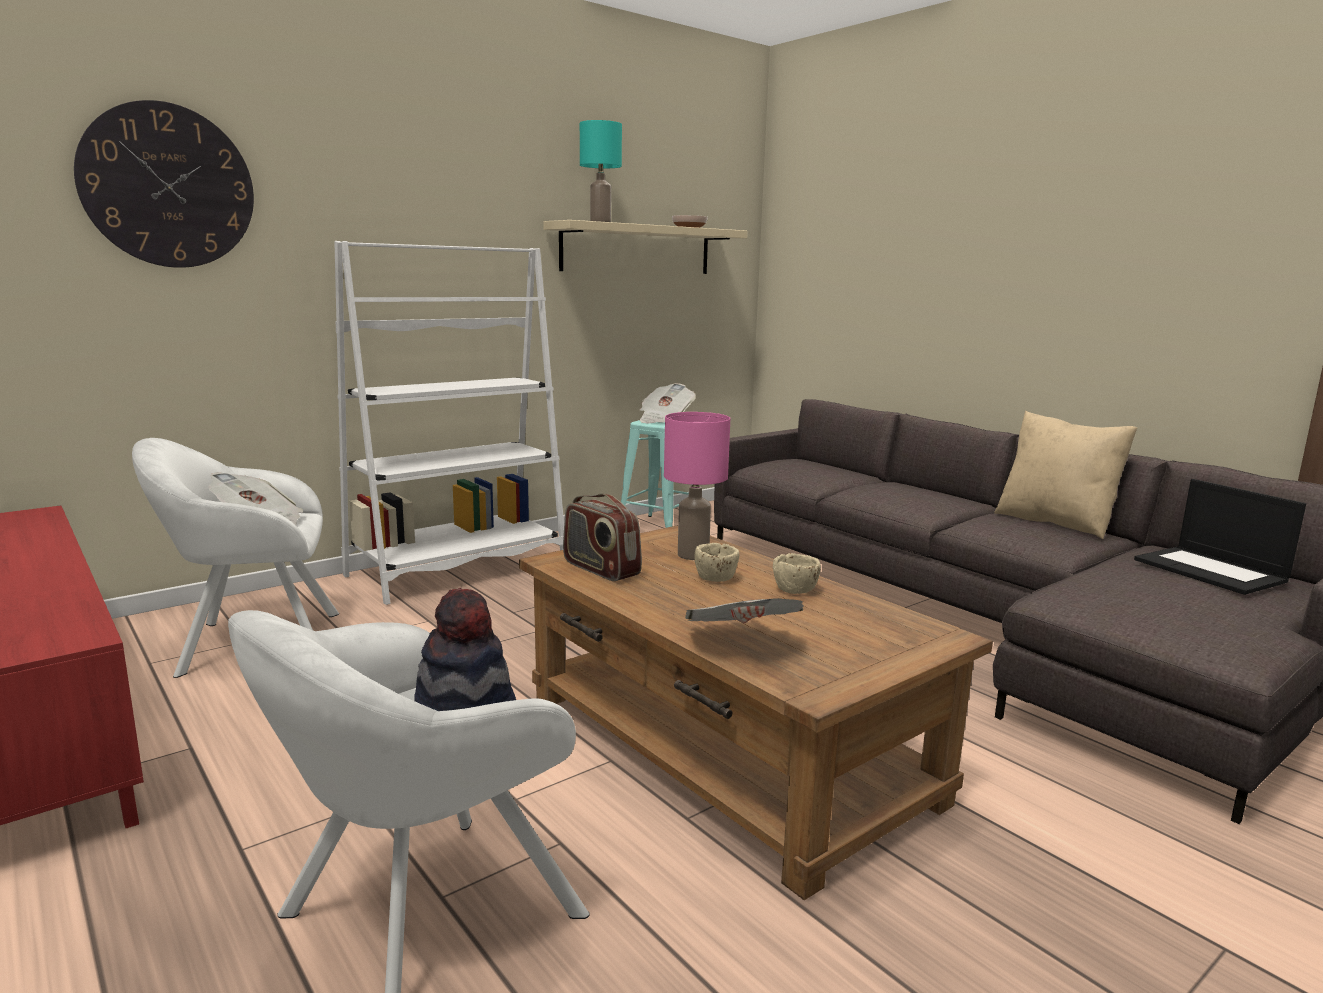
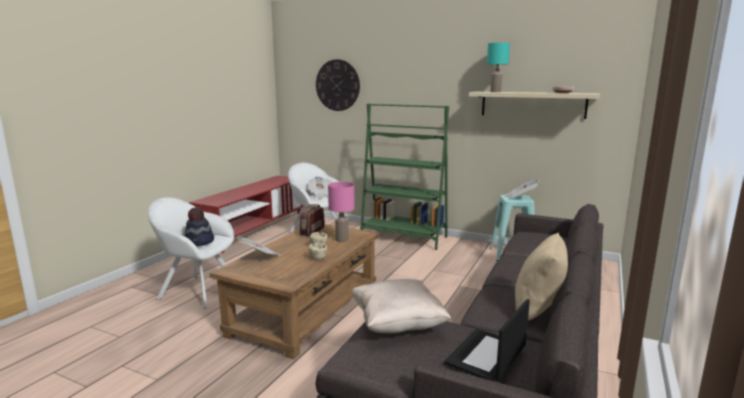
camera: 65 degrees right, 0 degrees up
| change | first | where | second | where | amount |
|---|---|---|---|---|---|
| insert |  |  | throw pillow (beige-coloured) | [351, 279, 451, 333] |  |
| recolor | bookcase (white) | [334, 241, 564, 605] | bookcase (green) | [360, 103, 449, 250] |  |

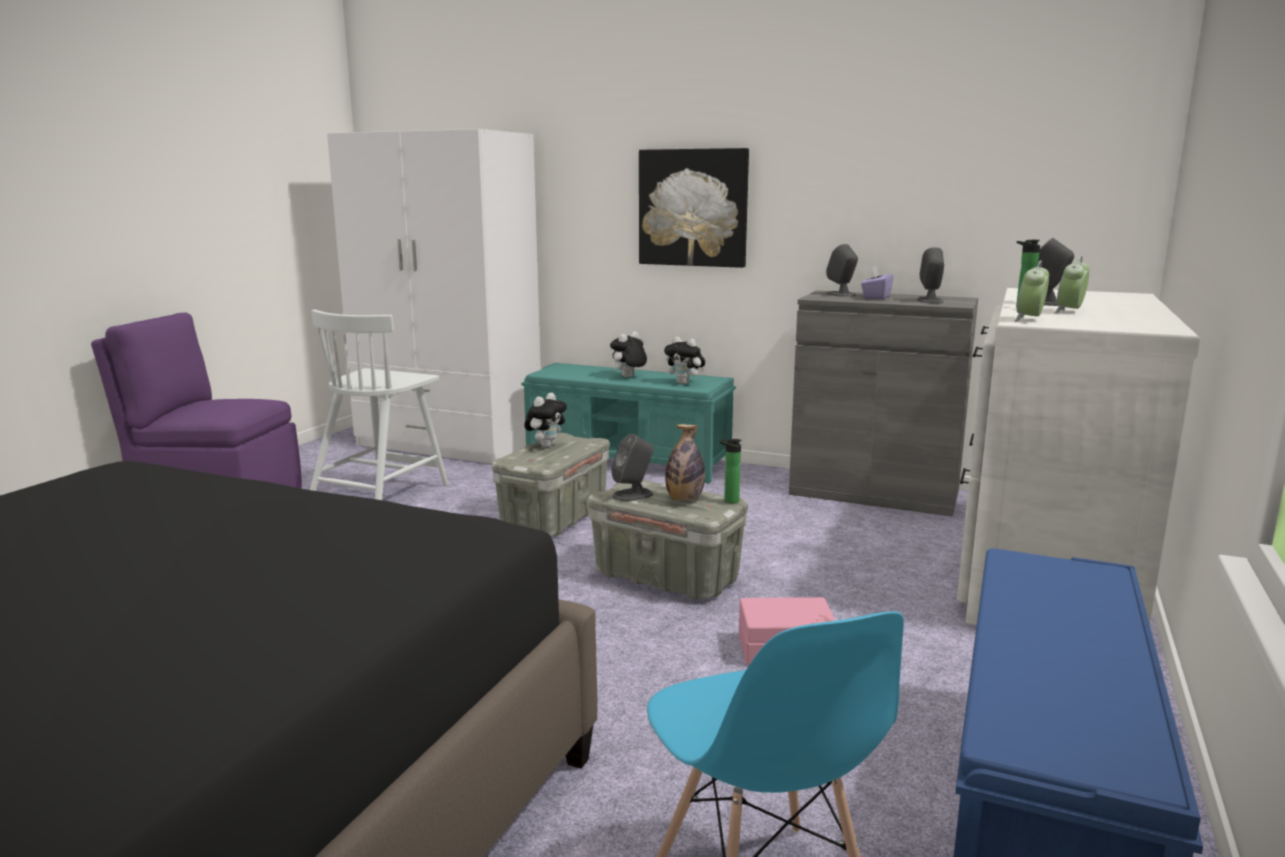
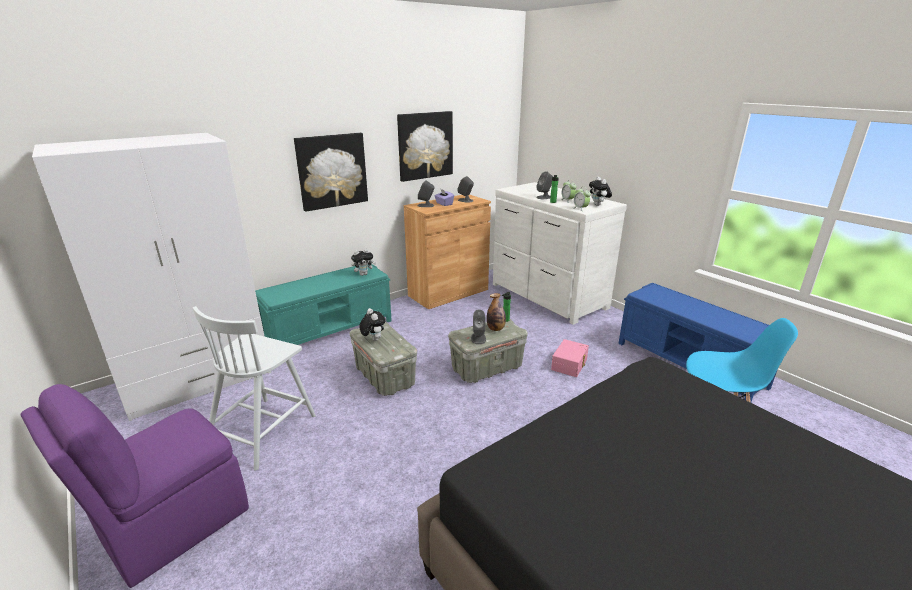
camera: 60 degrees left, 10 degrees up
| change | first | where | second | where | amount |
|---|---|---|---|---|---|
| insert |  |  | picture | [397, 111, 453, 182] |  |
| move | cuddly toy | [610, 331, 647, 377] |  | [589, 177, 612, 206] |  |
| recolor | storage cabinet (gray) | [789, 290, 978, 517] | storage cabinet (brown) | [404, 195, 491, 309] |  |
| rotate | plain chair (white) | [310, 309, 449, 500] |  | [193, 306, 316, 470] | 60 degrees clockwise |

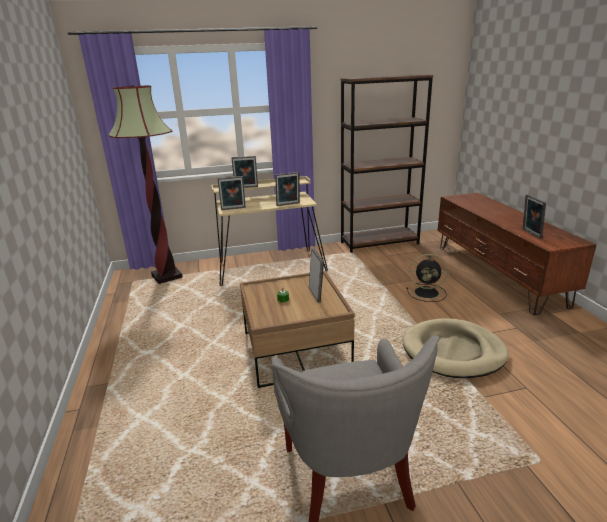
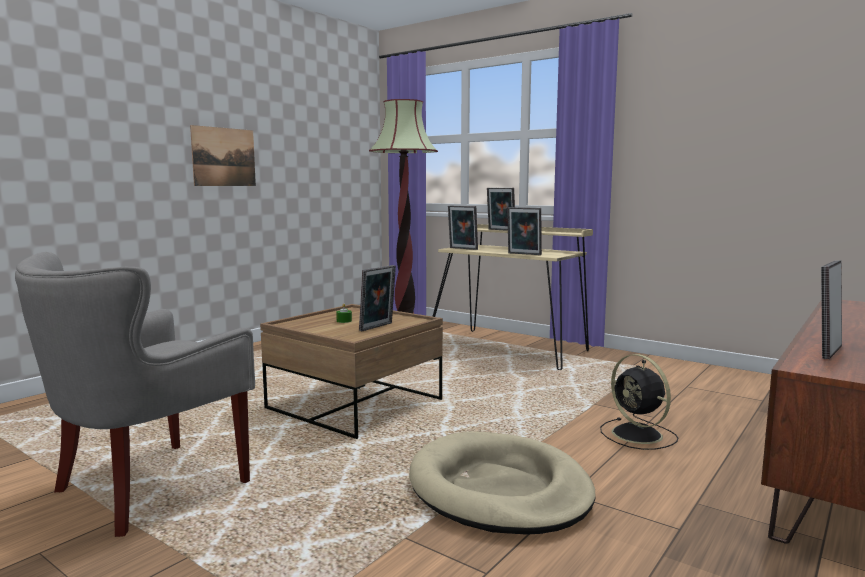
camera: 50 degrees right, 15 degrees down
| change | first | where | second | where | amount |
|---|---|---|---|---|---|
| delete | bookcase (brown) | [340, 74, 433, 253] |  |  |  |
| insert |  |  | picture | [190, 125, 256, 186] |  |

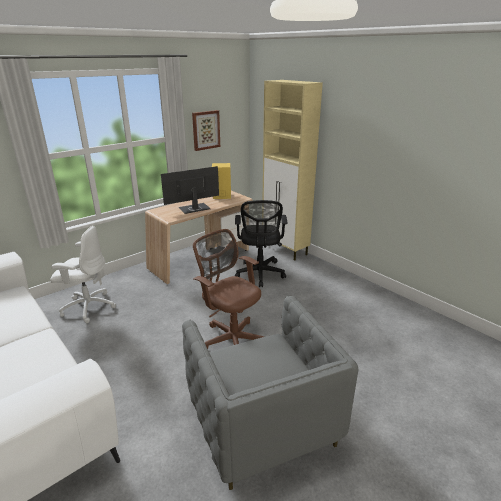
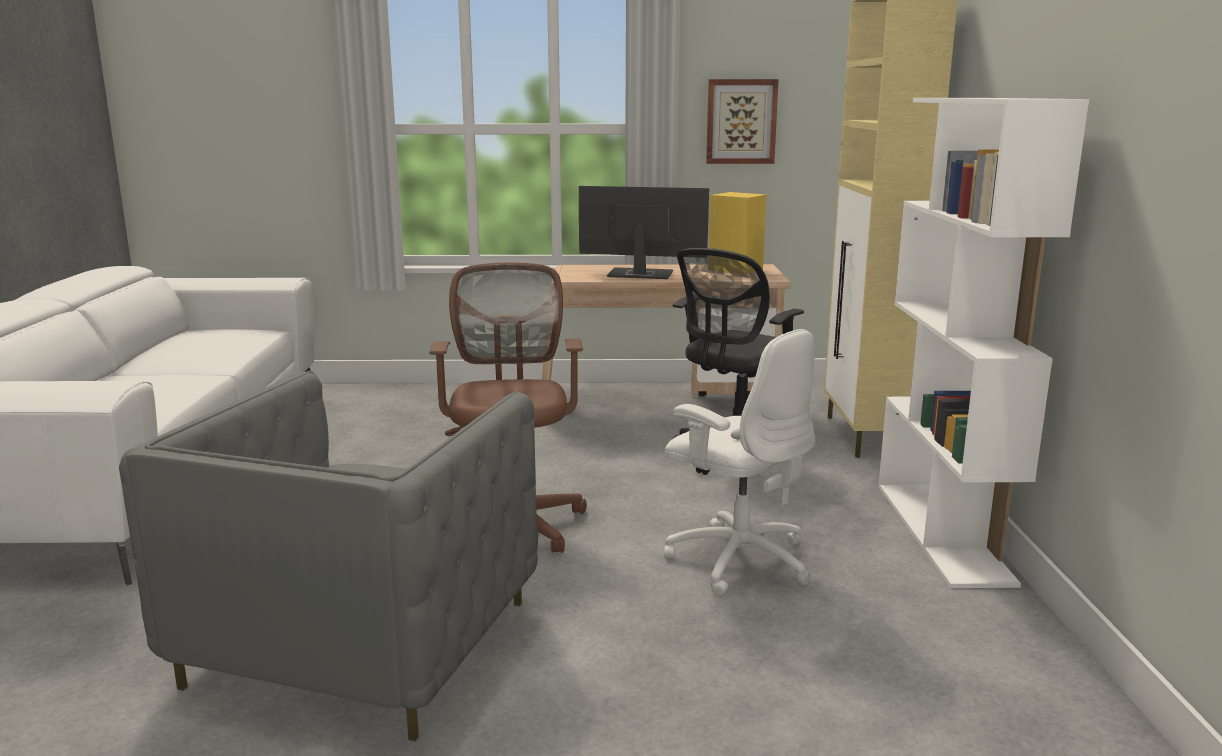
camera: 40 degrees right, 10 degrees down
| change | first | where | second | where | amount |
|---|---|---|---|---|---|
| insert |  |  | bookcase (white) | [878, 98, 1089, 588] |  |
| move | computer chair (white) | [50, 226, 116, 323] |  | [664, 329, 815, 596] |  |

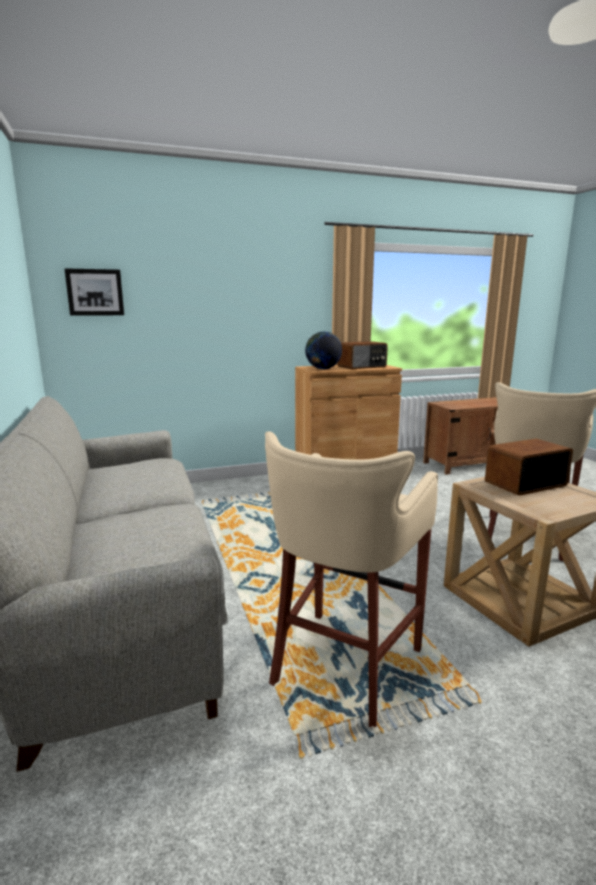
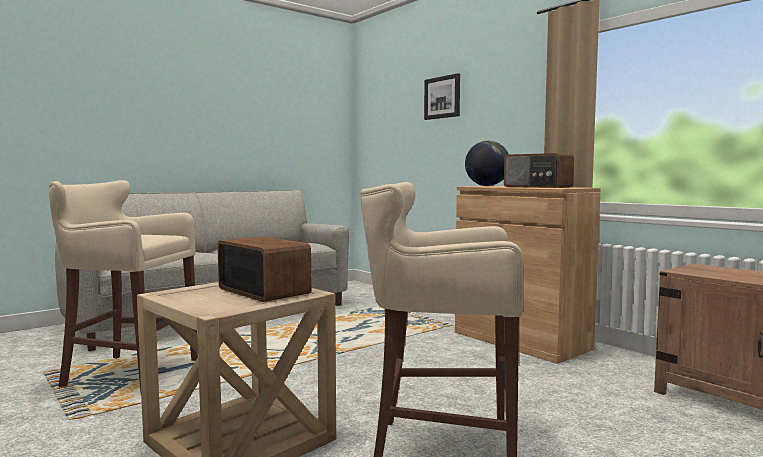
camera: 70 degrees right, 10 degrees down
| change | first | where | second | where | amount |
|---|---|---|---|---|---|
| move | picture | [64, 268, 124, 316] |  | [424, 73, 460, 120] |  |

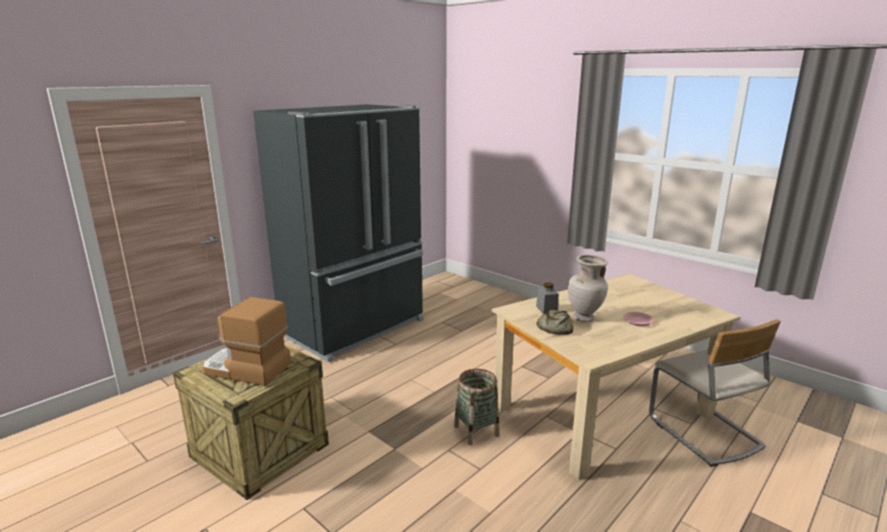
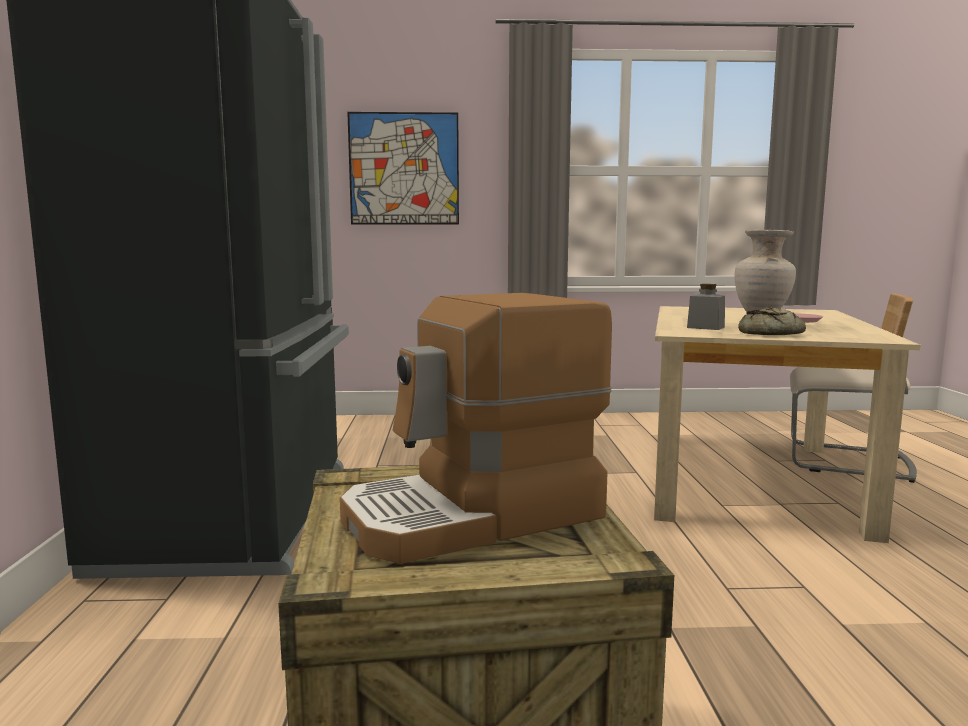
camera: 45 degrees left, 10 degrees down
| change | first | where | second | where | amount |
|---|---|---|---|---|---|
| delete | basket | [454, 369, 500, 445] |  |  |  |
| insert |  |  | picture | [347, 112, 459, 225] |  |

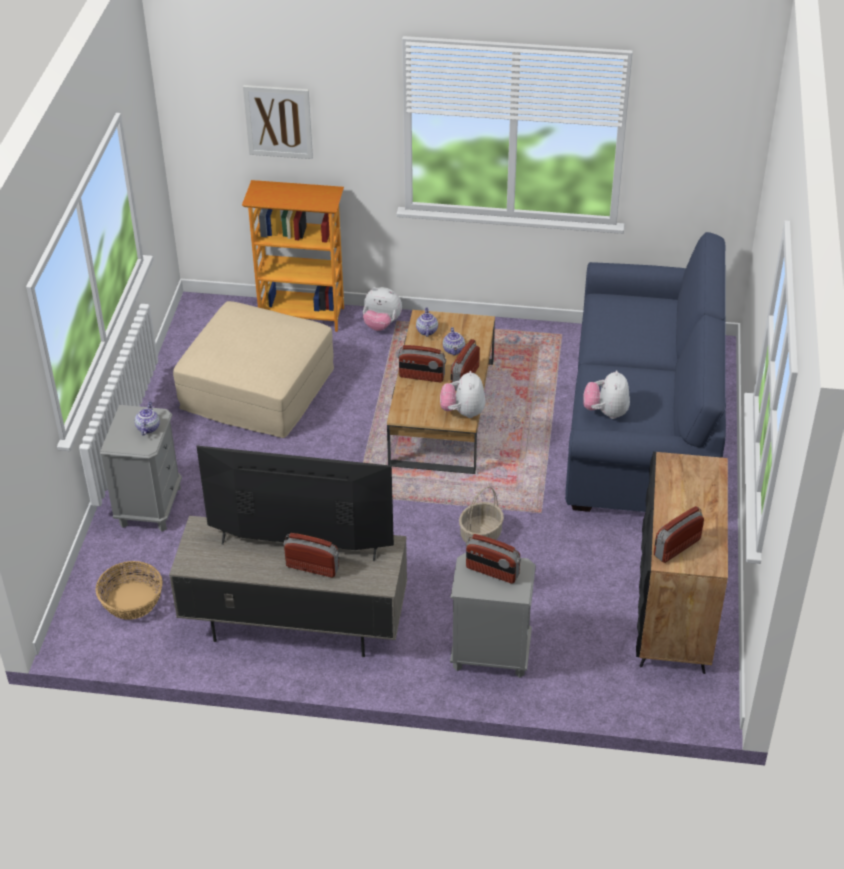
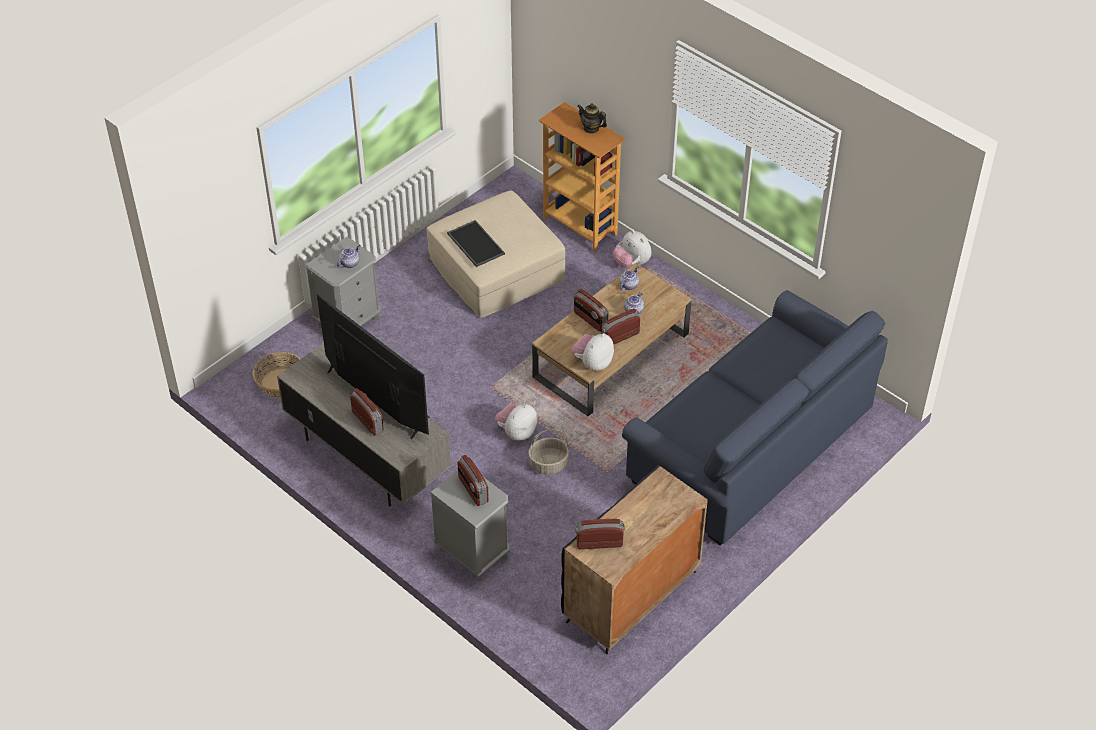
camera: 35 degrees right, 5 degrees up
| change | first | where | second | where | amount |
|---|---|---|---|---|---|
| delete | picture | [243, 85, 313, 159] |  |  |  |
| insert |  |  | serving tray | [447, 220, 505, 267] |  |
| insert |  |  | tea pot | [578, 103, 607, 134] |  |
| move | cuddly toy | [583, 370, 630, 419] |  | [495, 403, 537, 441] |  |

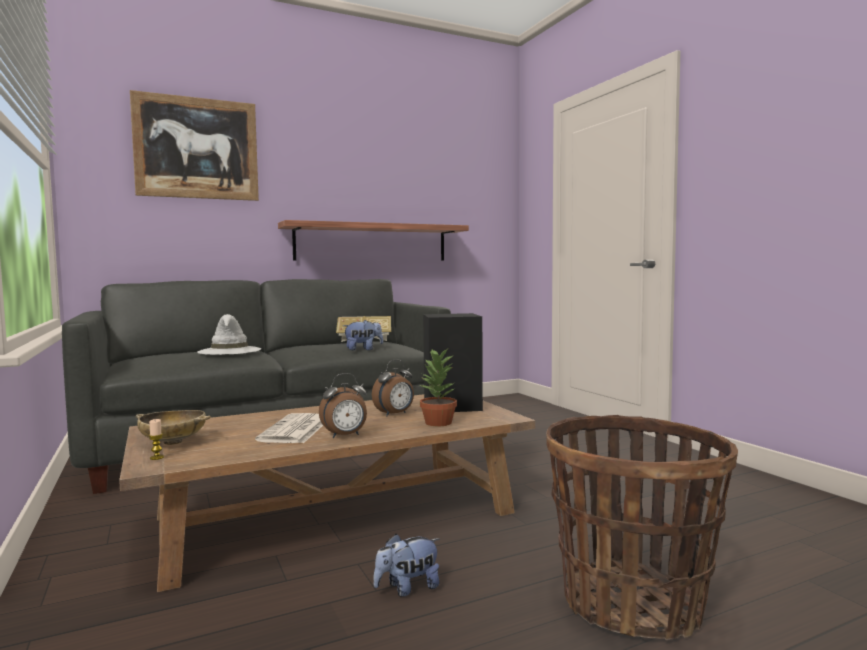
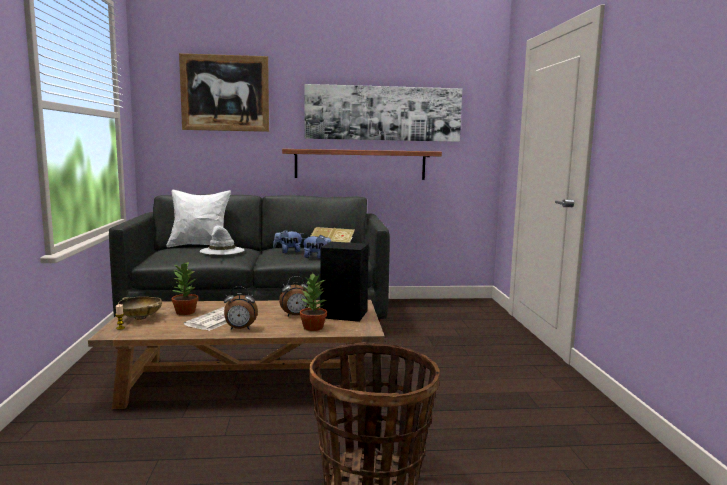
camera: 20 degrees right, 5 degrees up
| change | first | where | second | where | amount |
|---|---|---|---|---|---|
| insert |  |  | throw pillow (white) | [166, 190, 231, 247] |  |
| insert |  |  | potted plant | [171, 261, 199, 315] |  |
| insert |  |  | picture | [305, 84, 462, 142] |  |
| move | cuddly toy | [374, 534, 439, 597] |  | [273, 230, 303, 253] |  |

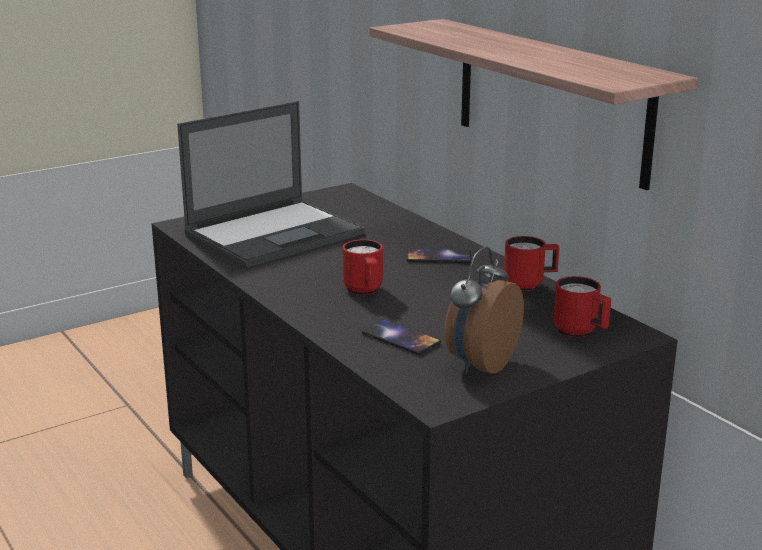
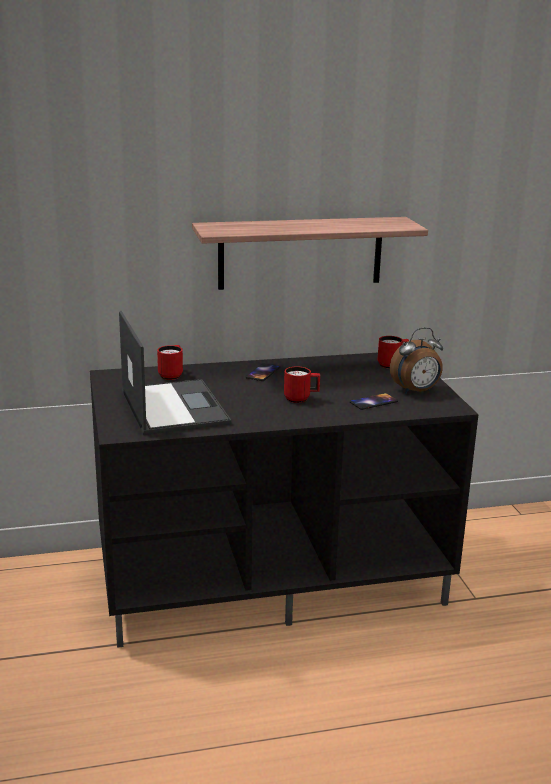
camera: 70 degrees left, 0 degrees up
| change | first | where | second | where | amount |
|---|---|---|---|---|---|
| move | coffee mug (red-coloured) | [504, 236, 559, 291] |  | [157, 345, 183, 380] |  |
| rotate | bedside clock | [445, 246, 524, 374] |  | [390, 327, 443, 394] | 75 degrees counterclockwise |

